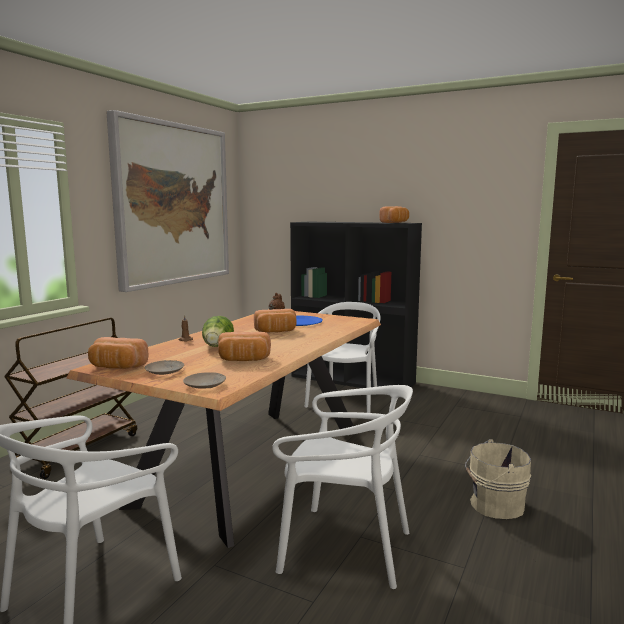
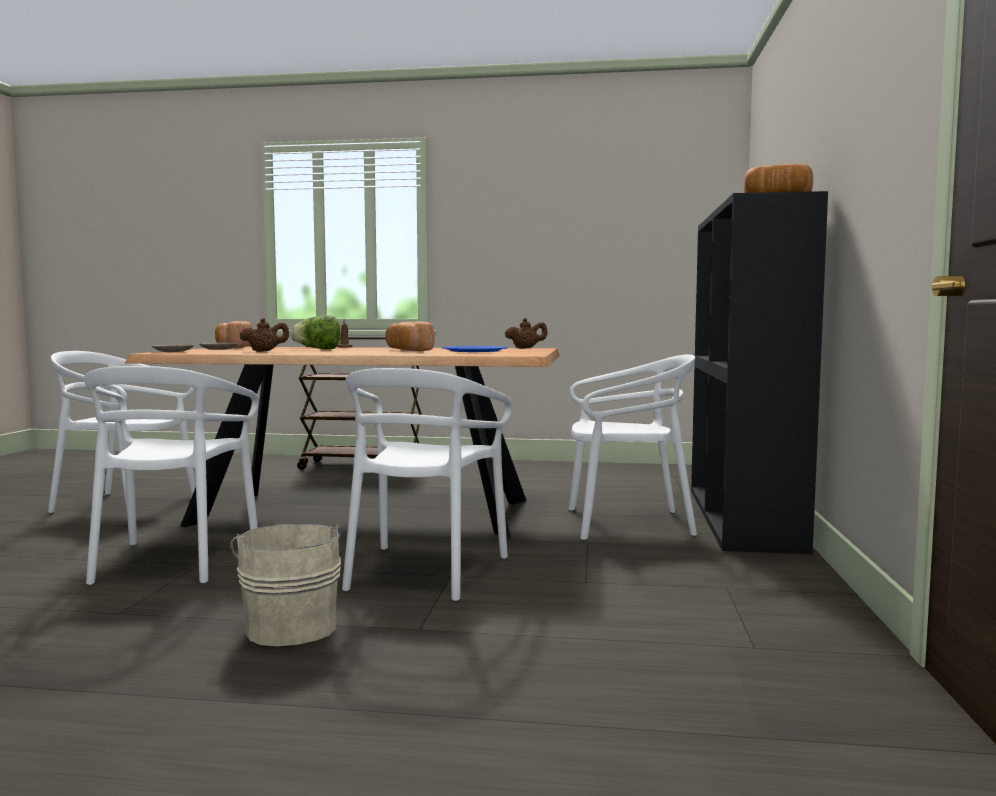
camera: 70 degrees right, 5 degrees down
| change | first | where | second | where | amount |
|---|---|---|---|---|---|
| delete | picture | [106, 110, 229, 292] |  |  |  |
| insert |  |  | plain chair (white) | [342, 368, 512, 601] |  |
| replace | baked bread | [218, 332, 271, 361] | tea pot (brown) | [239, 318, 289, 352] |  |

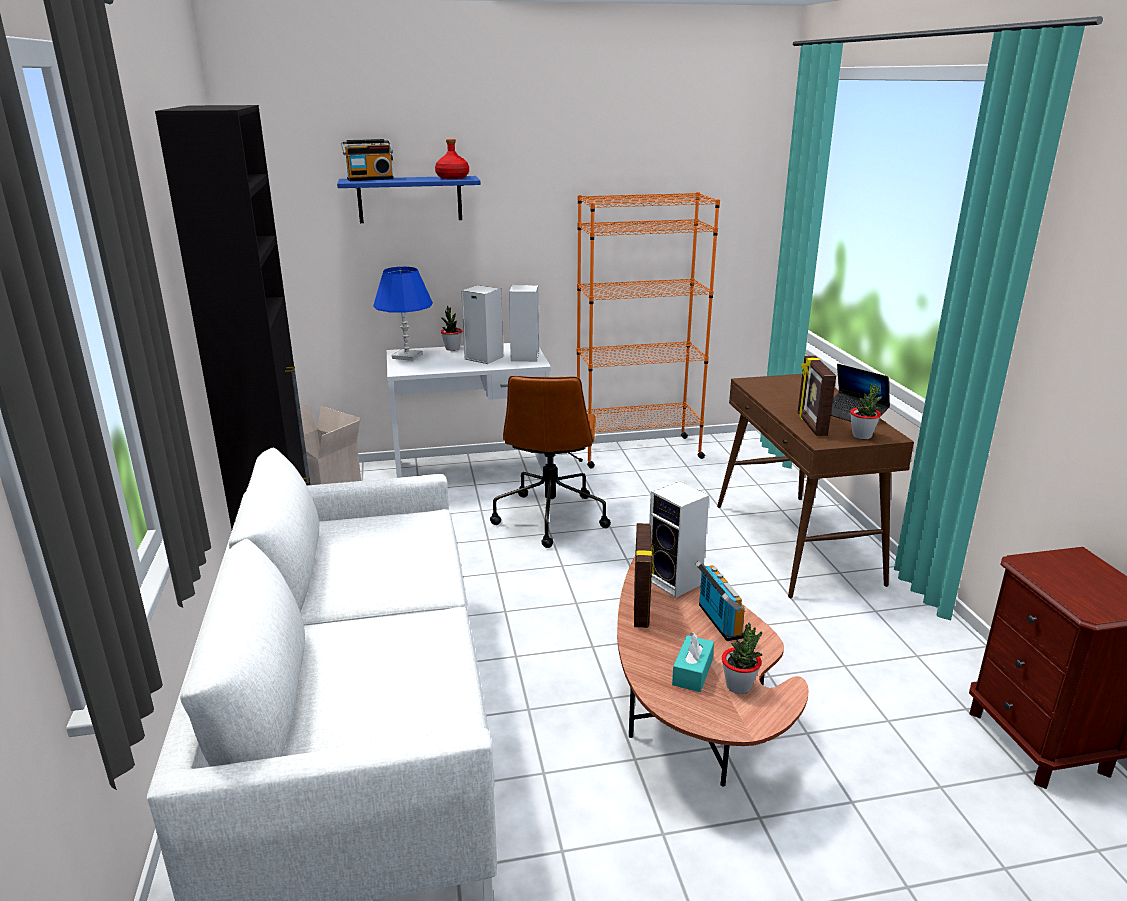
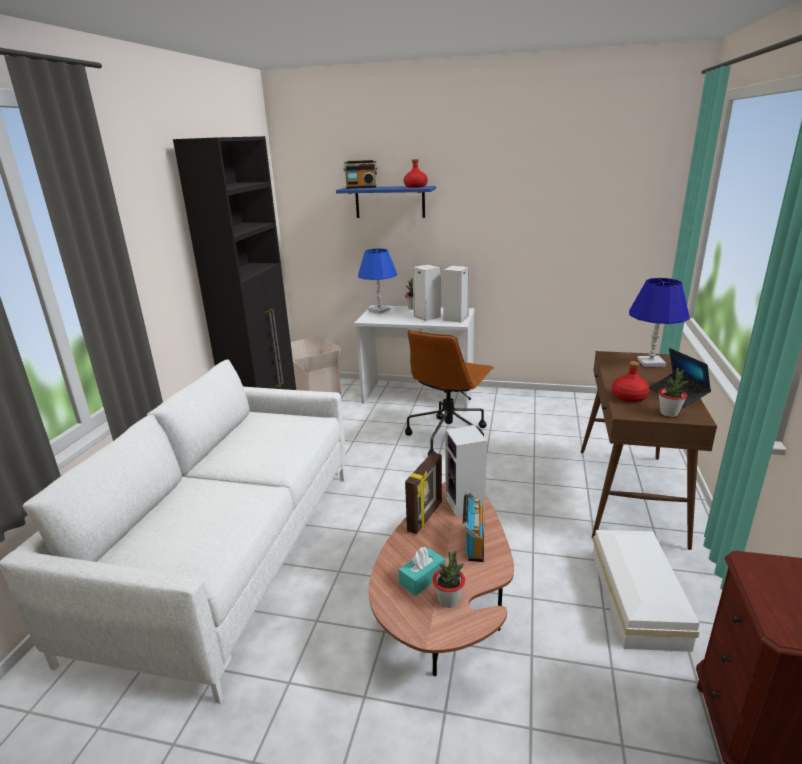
camera: 25 degrees right, 0 degrees up
| change | first | where | second | where | amount |
|---|---|---|---|---|---|
| delete | bookcase (orangey) | [577, 192, 720, 469] |  |  |  |
| insert |  |  | storage bin (white) | [592, 530, 700, 652] |  |
| insert |  |  | table lamp (blue-coloured) | [629, 278, 690, 367] |  |
| replace | photo frame | [798, 356, 836, 436] | drink bottle (red-coloured) | [612, 361, 650, 402] |  |

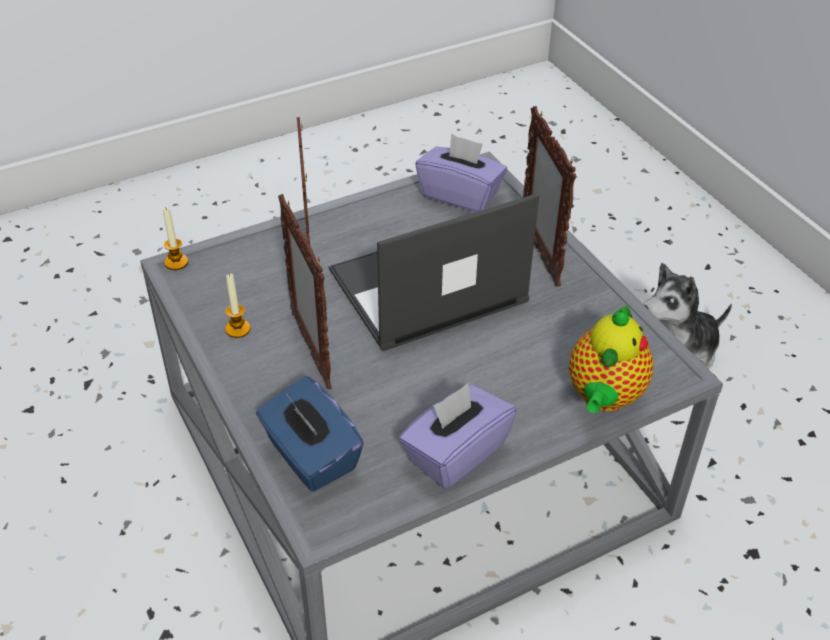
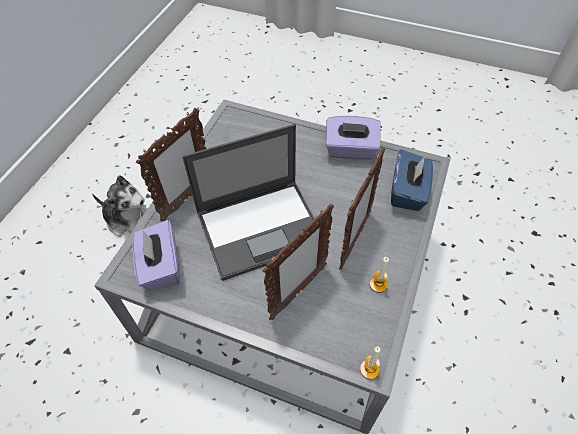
camera: 130 degrees left, 10 degrees up
| change | first | where | second | where | amount |
|---|---|---|---|---|---|
| delete | tea pot | [569, 304, 653, 413] |  |  |  |
| rotate | laptop | [329, 193, 539, 351] |  | [182, 124, 314, 281] | 45 degrees counterclockwise |

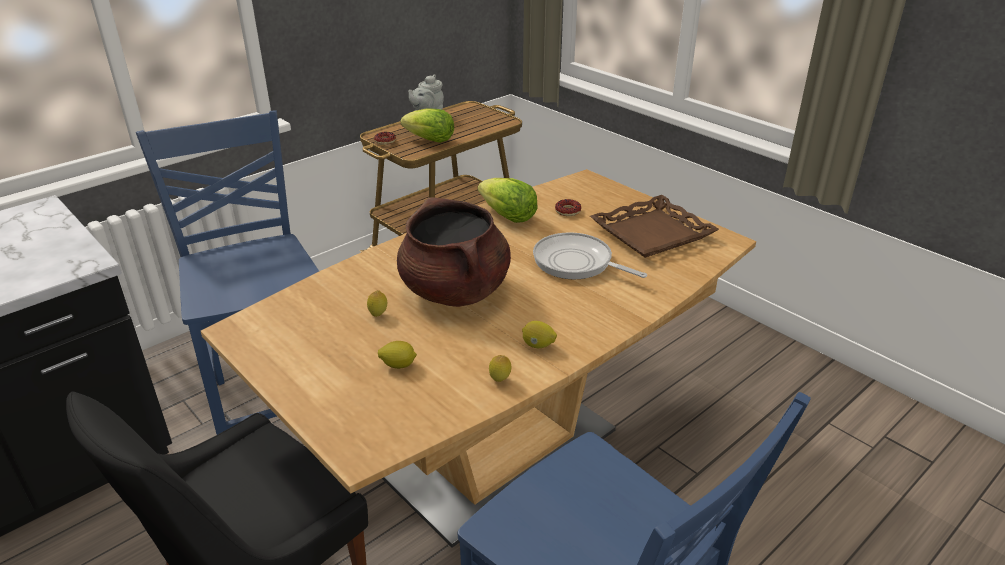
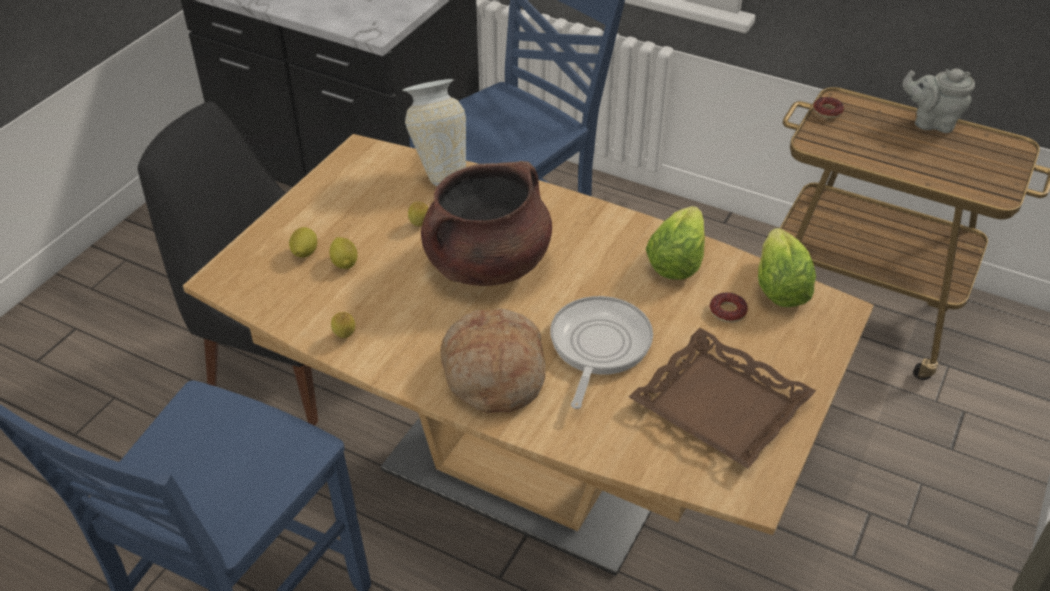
camera: 70 degrees right, 10 degrees up
| change | first | where | second | where | amount |
|---|---|---|---|---|---|
| insert |  |  | decorative vase | [403, 79, 466, 186] |  |
| insert |  |  | baked bread | [441, 308, 545, 413] |  |
| move | lettuce head | [401, 108, 454, 143] |  | [758, 228, 816, 307] |  |
| move | lemon | [522, 321, 557, 348] |  | [289, 227, 317, 258] |  |

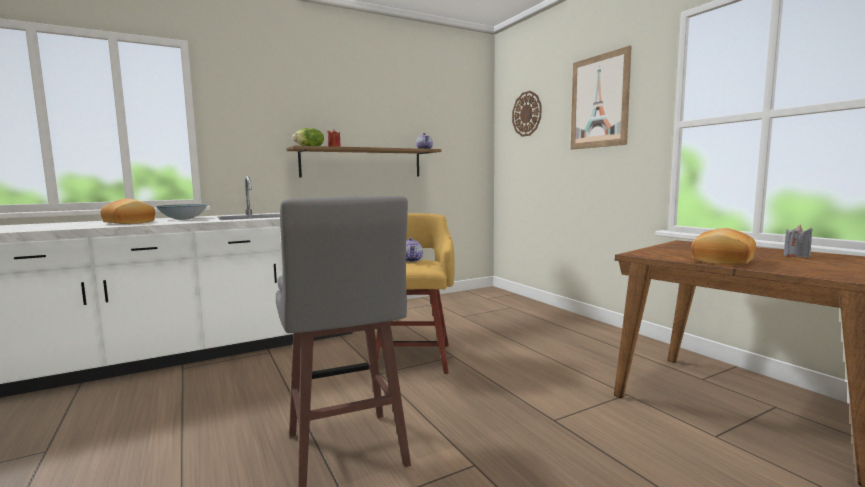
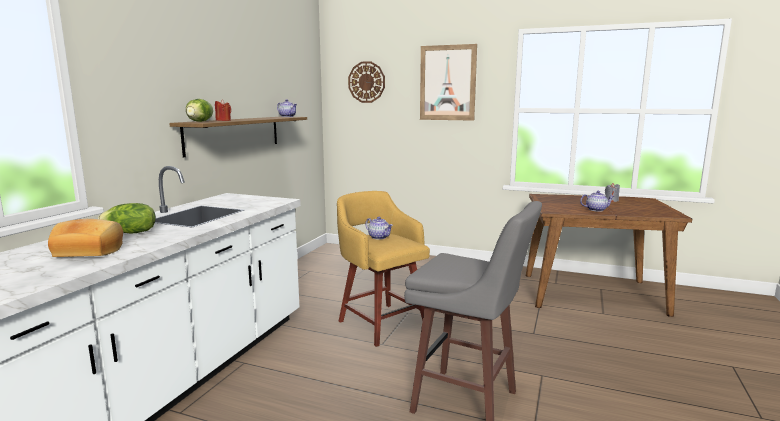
camera: 40 degrees left, 5 degrees up
| change | first | where | second | where | amount |
|---|---|---|---|---|---|
| replace | serving bowl | [156, 204, 208, 220] | lettuce head | [98, 203, 156, 234] |  |
| replace | baked bread | [691, 228, 756, 265] | tea pot | [580, 191, 614, 212] |  |

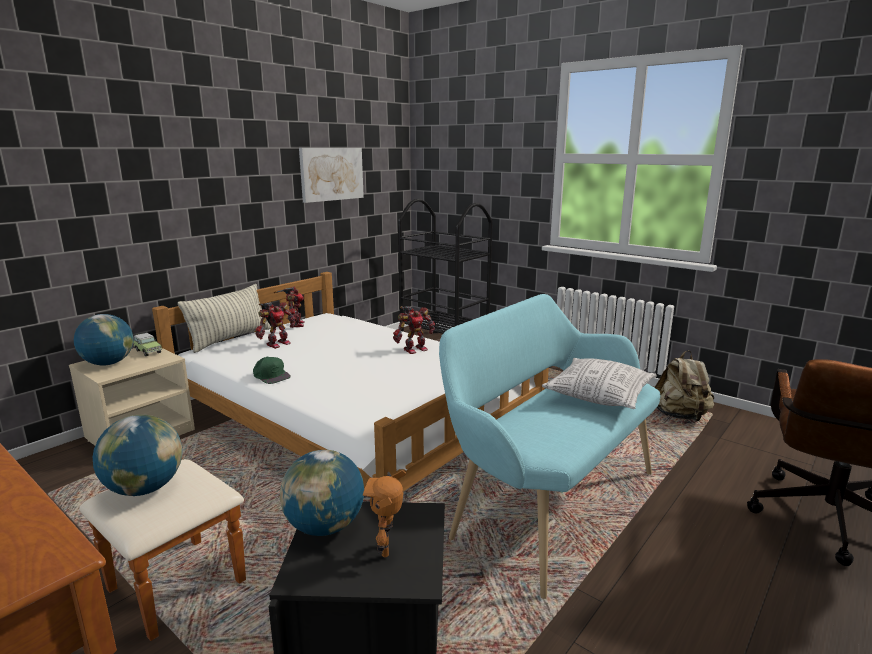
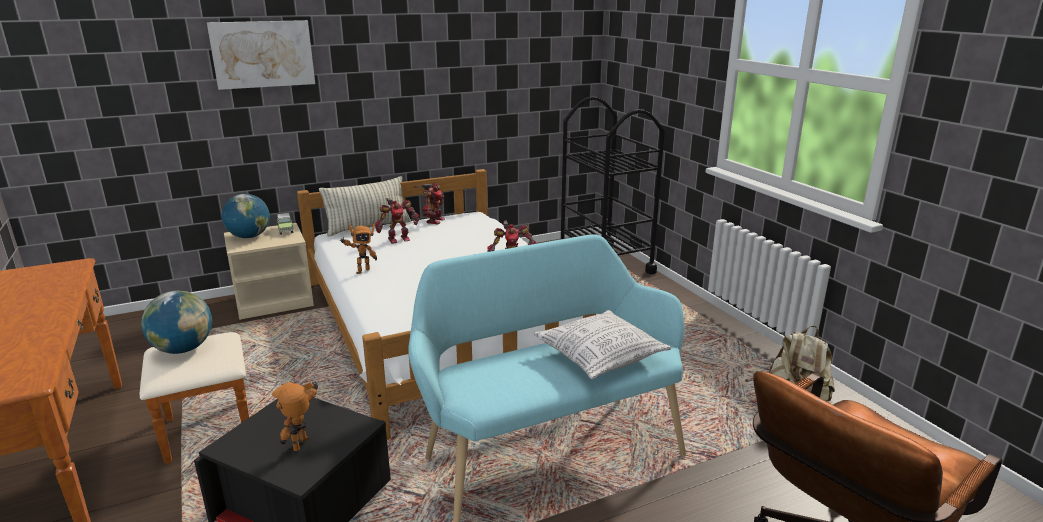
camera: 25 degrees right, 5 degrees up
| change | first | where | second | where | amount |
|---|---|---|---|---|---|
| delete | desk globe | [280, 450, 364, 536] |  |  |  |
| move | picture | [299, 148, 364, 203] |  | [207, 20, 315, 90] |  |
| replace | cap (green) | [253, 356, 291, 384] | robot figure | [340, 224, 377, 274] |  |

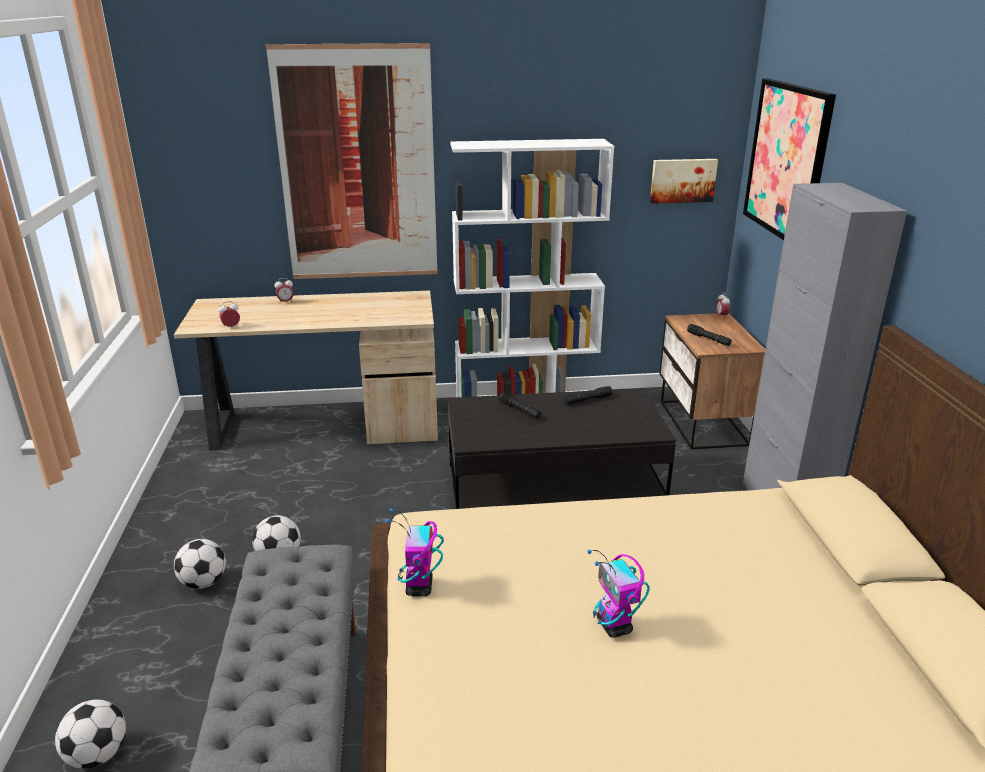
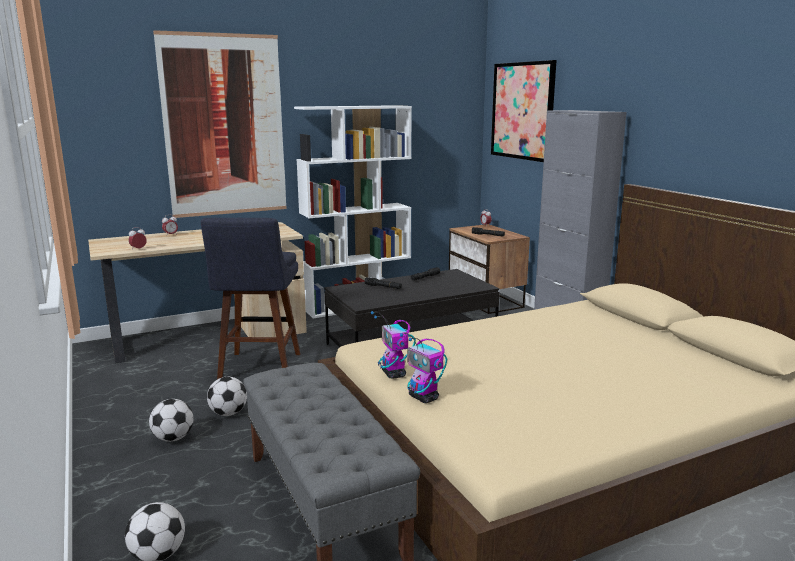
camera: 20 degrees left, 10 degrees down
| change | first | where | second | where | amount |
|---|---|---|---|---|---|
| delete | picture | [650, 159, 718, 204] |  |  |  |
| insert |  |  | sitting stool (blue-coloured) | [201, 218, 301, 379] |  |
| move | robot figure | [587, 550, 650, 638] |  | [400, 333, 447, 403] |  |

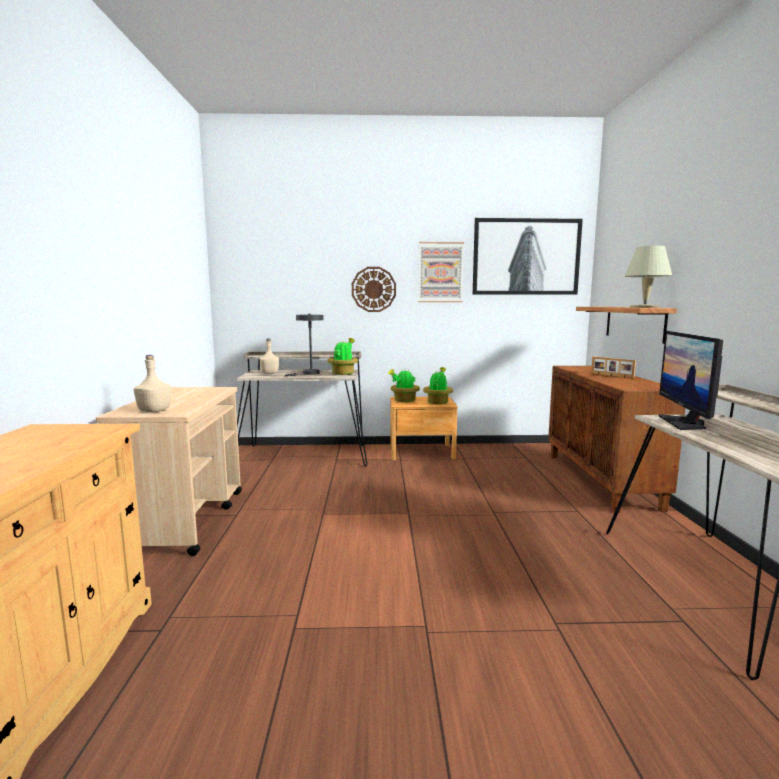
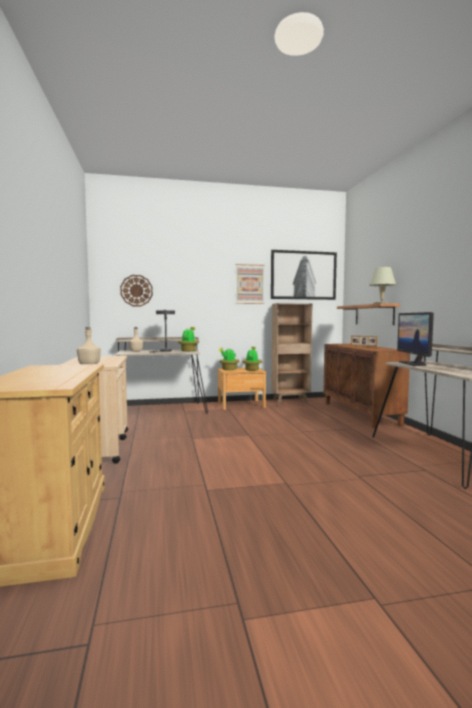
camera: 10 degrees left, 5 degrees down
| change | first | where | second | where | amount |
|---|---|---|---|---|---|
| insert |  |  | bookcase (brown) | [271, 303, 312, 404] |  |
| move | hanging clock | [352, 267, 396, 312] |  | [120, 275, 153, 306] |  |

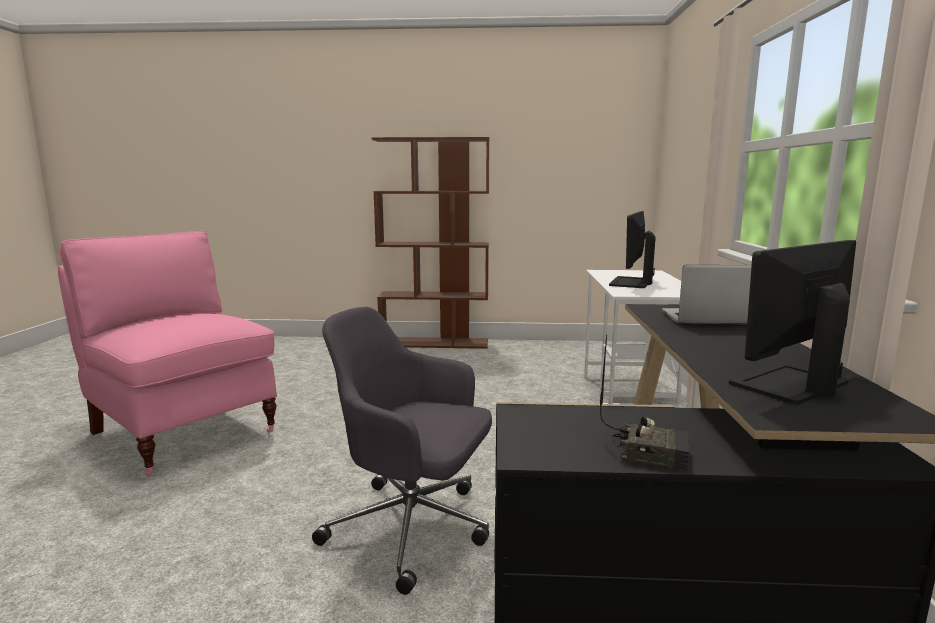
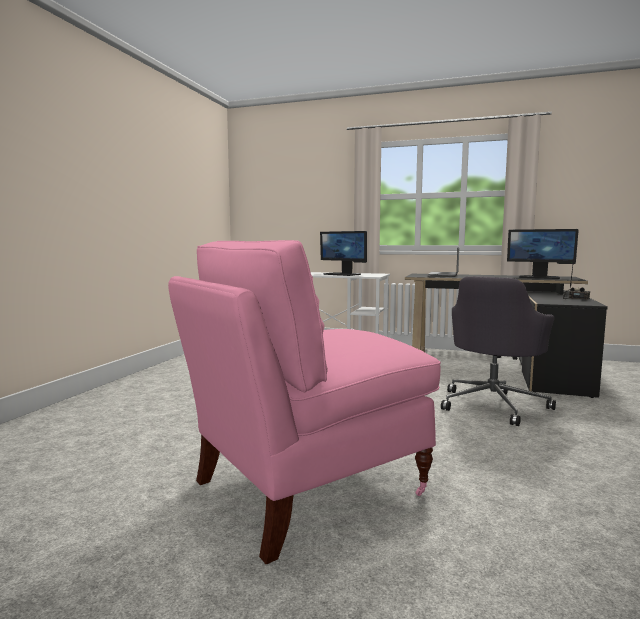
camera: 75 degrees left, 5 degrees down
| change | first | where | second | where | amount |
|---|---|---|---|---|---|
| delete | bookcase (brown) | [371, 137, 490, 349] |  |  |  |
| rotate | computer screen | [729, 240, 856, 405] |  | [507, 229, 579, 279] | 45 degrees counterclockwise |

